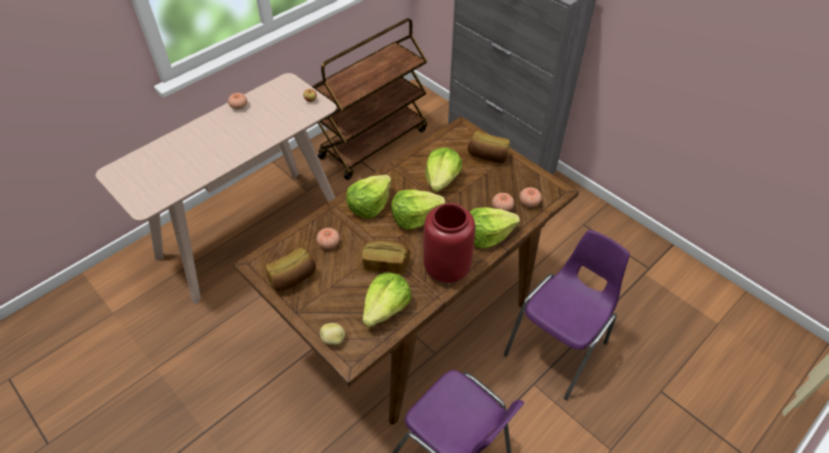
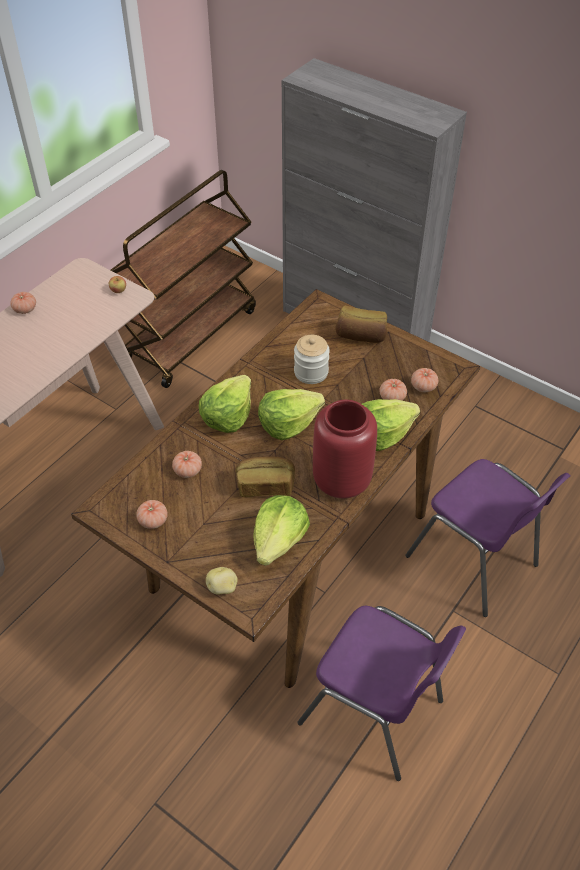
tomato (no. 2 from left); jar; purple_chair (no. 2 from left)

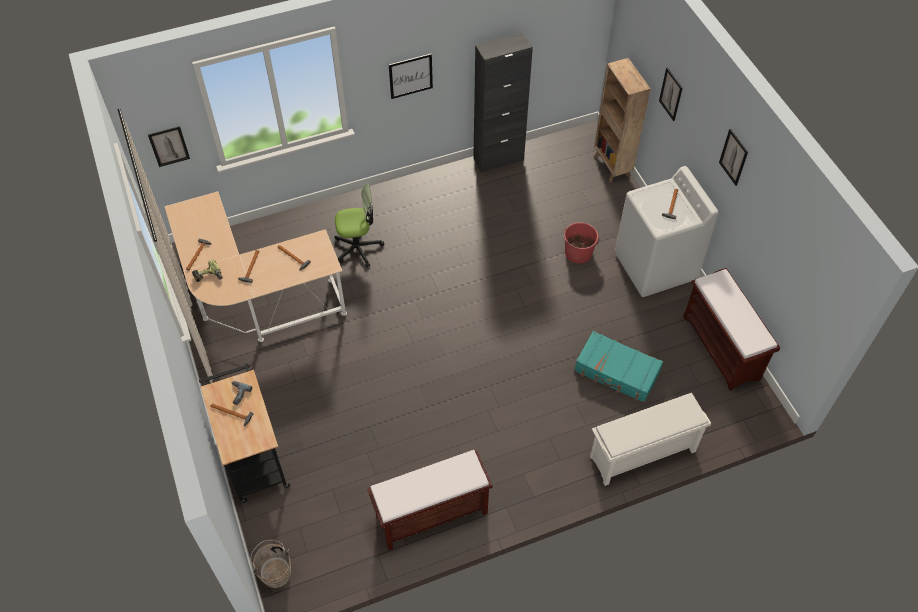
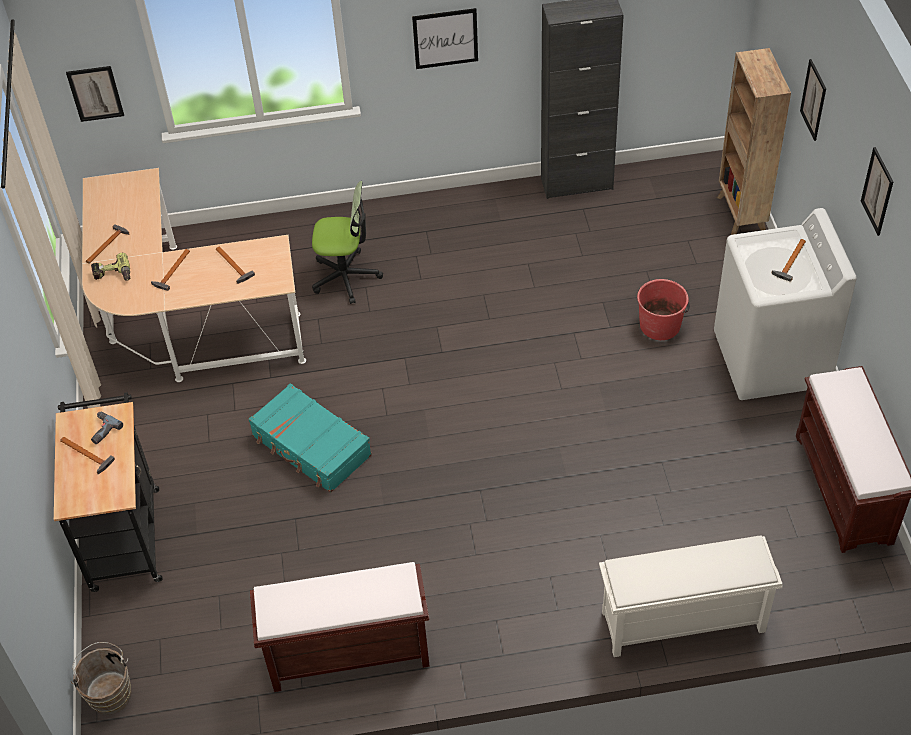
turquoise_suitcase

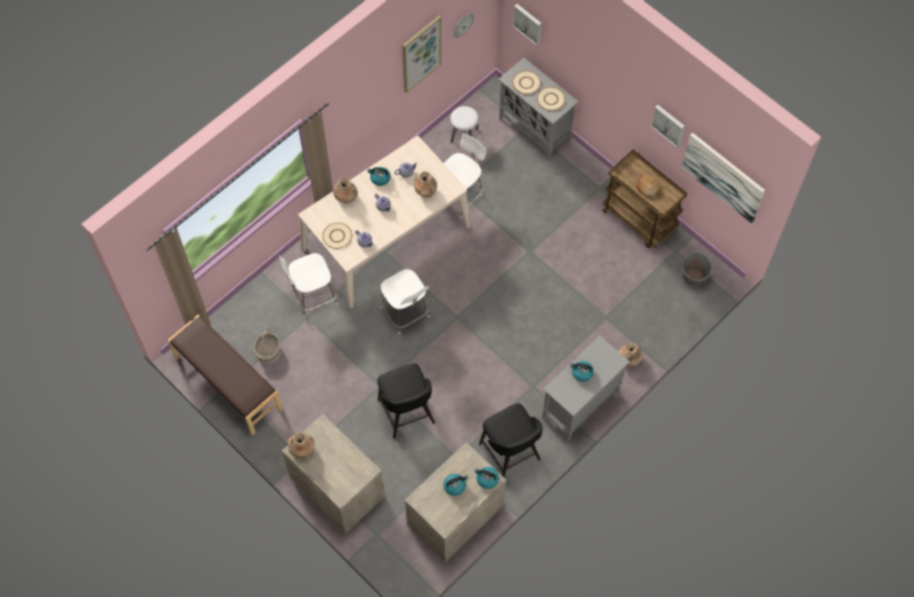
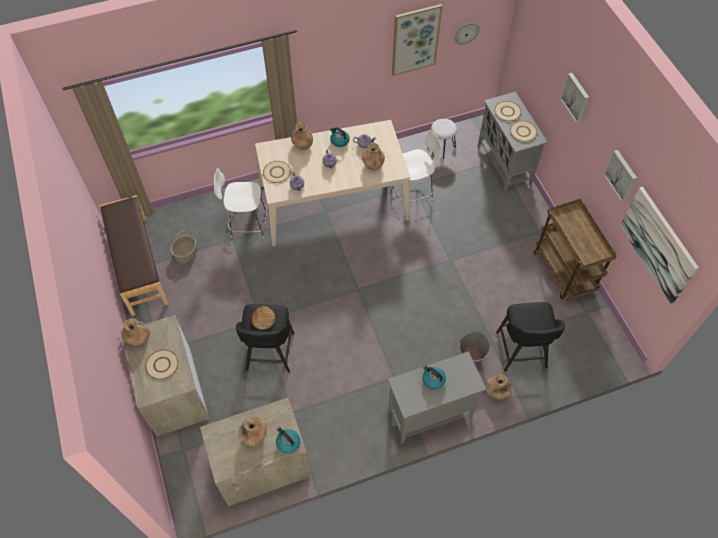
white_chair (no. 2 from left in the first image); beige_plate (no. 1 from left); black_stool (no. 2 from left); picture (no. 2 from left); bread; grey_bucket; brown_vase (no. 2 from left)

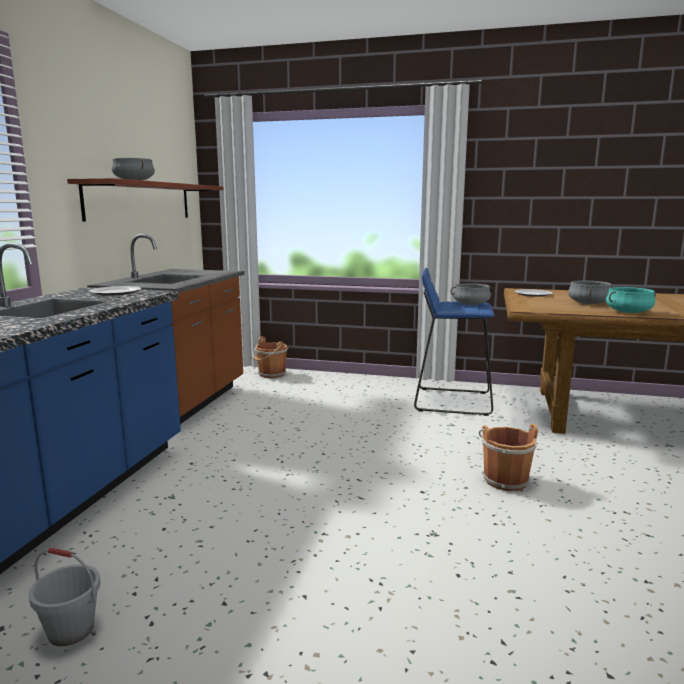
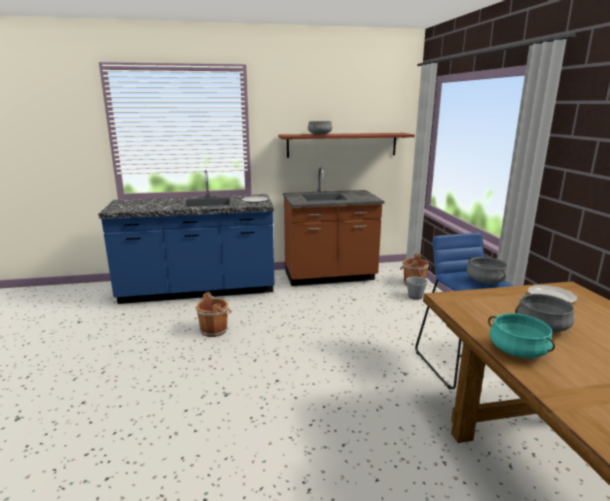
grey_bucket; brown_bucket (no. 1 from left)

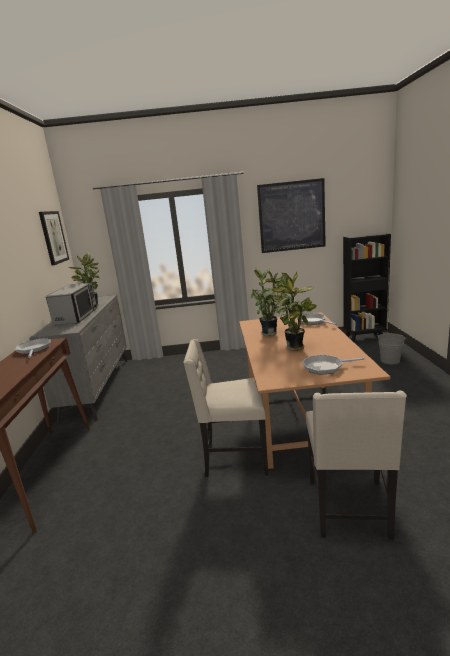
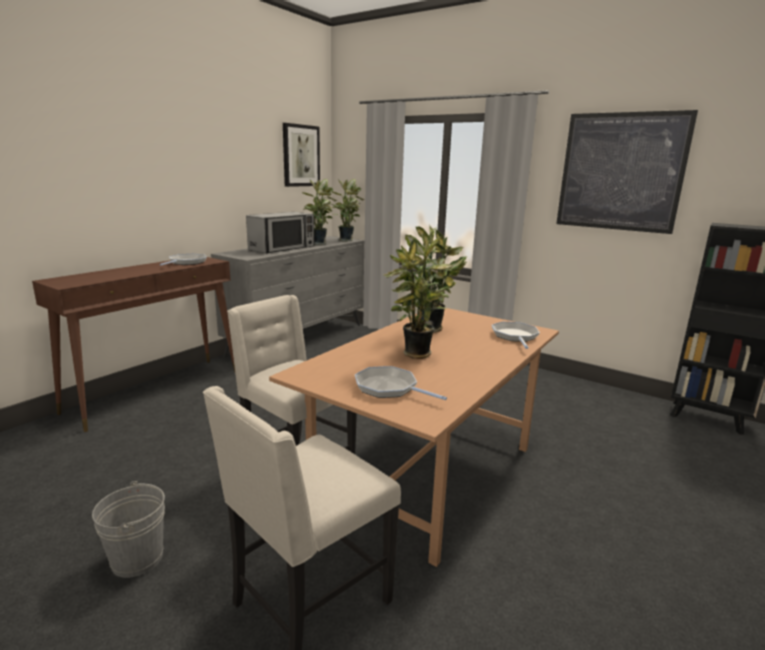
potted_plant (no. 2 from left); grey_bucket

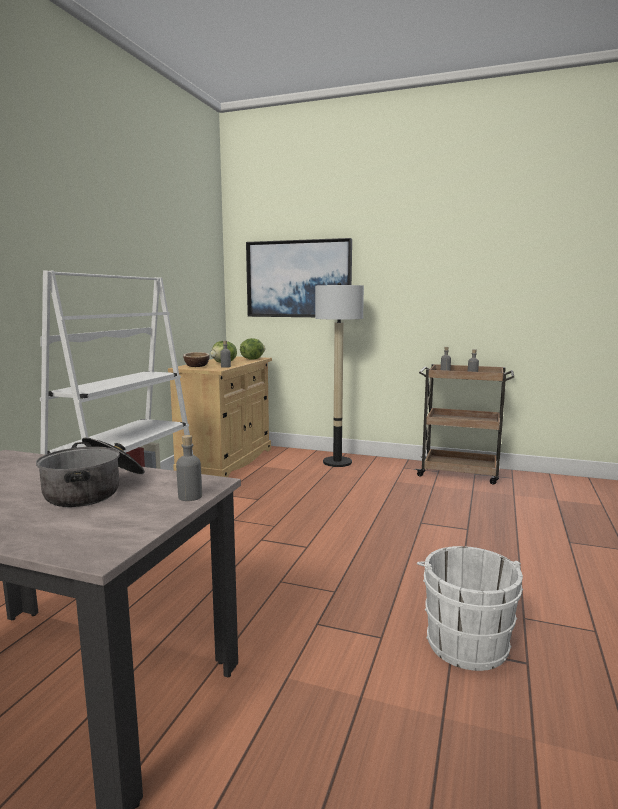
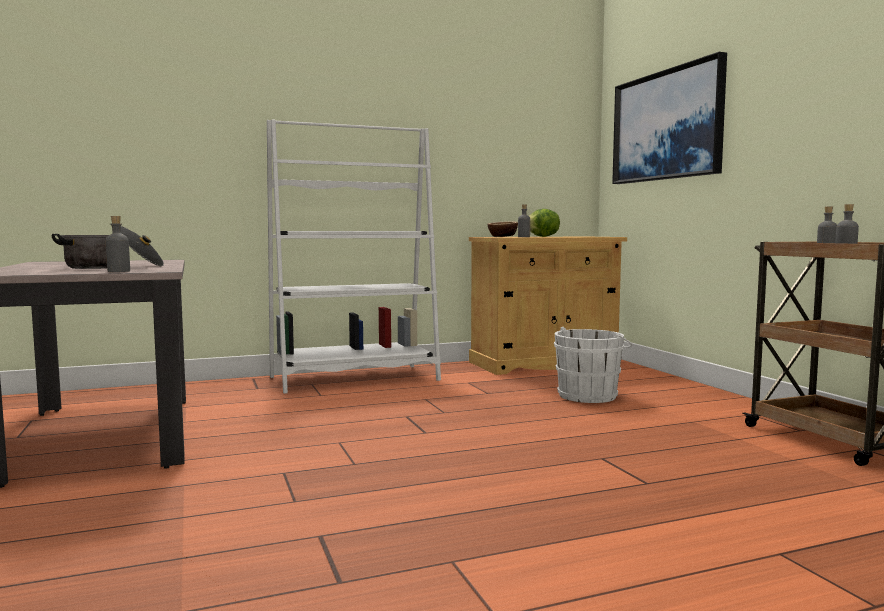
lettuce (no. 2 from left in the first image); floor_lamp; white_bucket

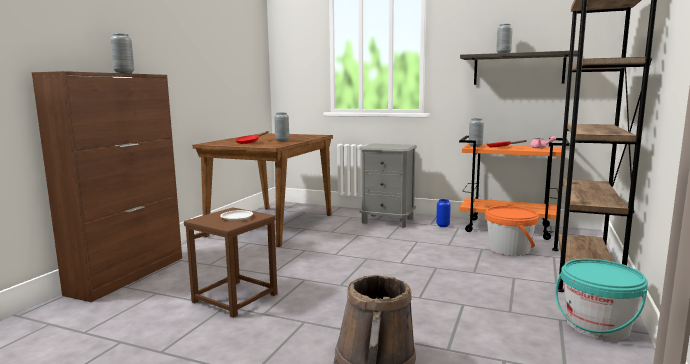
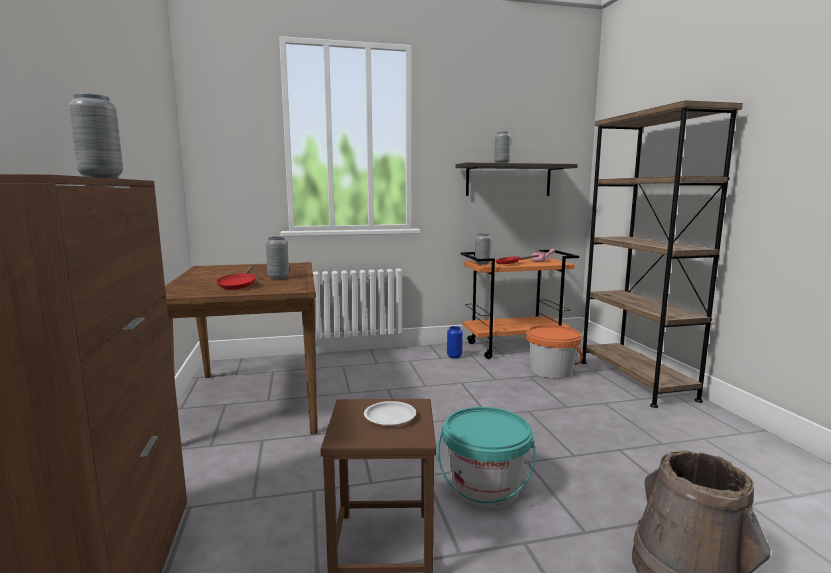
grey_nightstand; turquoise_bucket

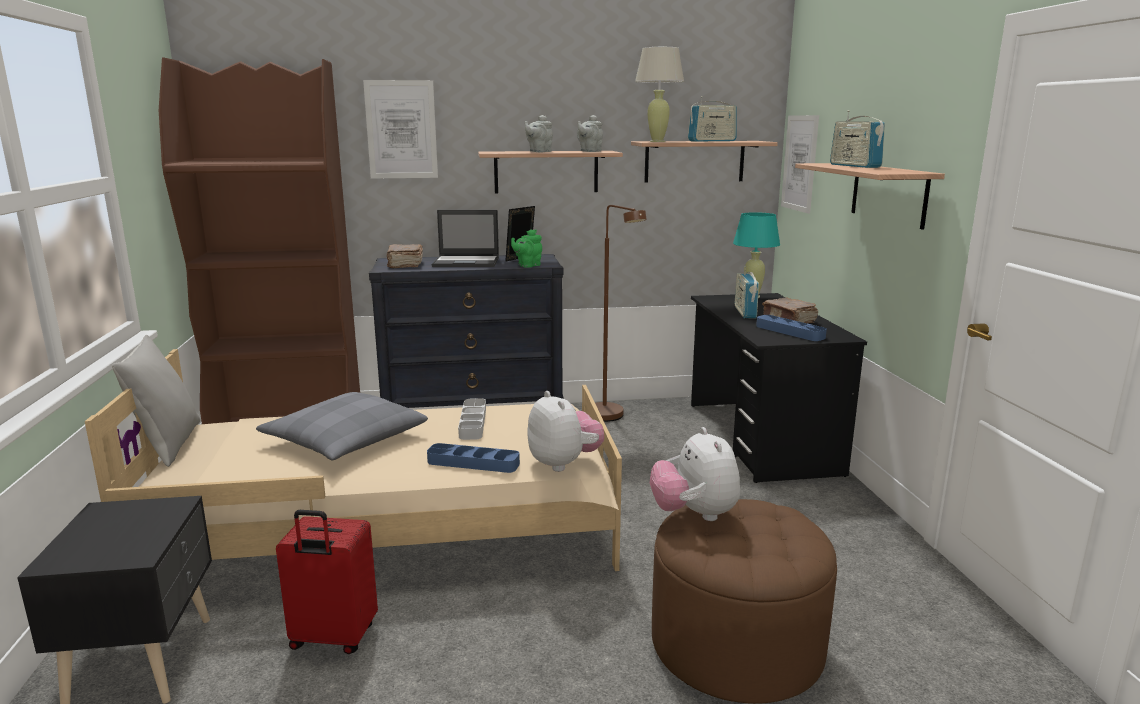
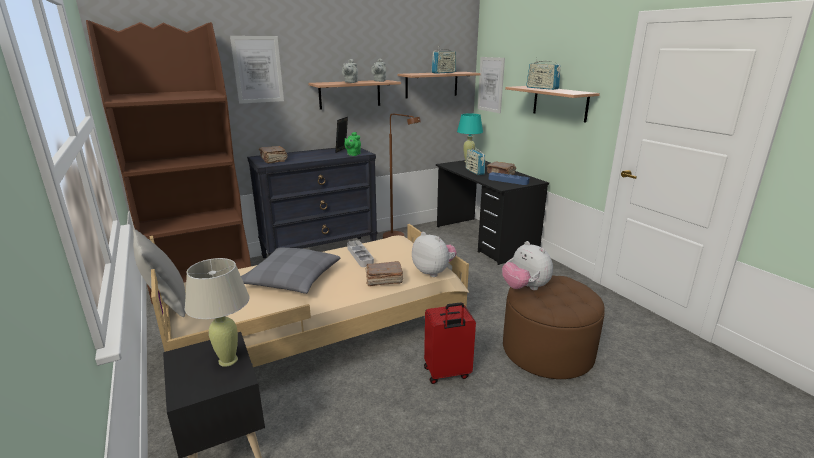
laptop; red_suitcase; beige_table_lamp; brown_book (no. 2 from left)

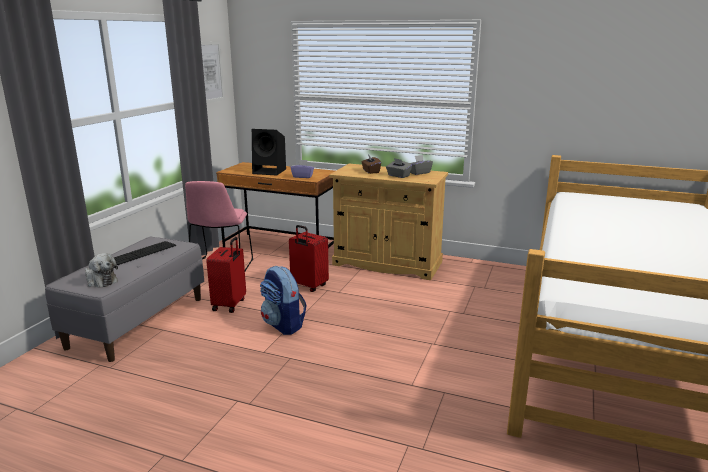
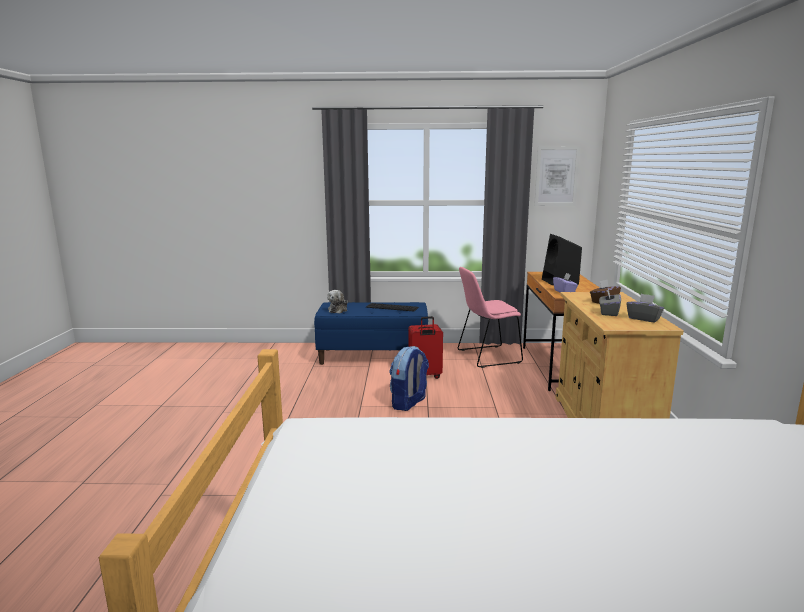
red_suitcase (no. 2 from left in the first image); blue_bench

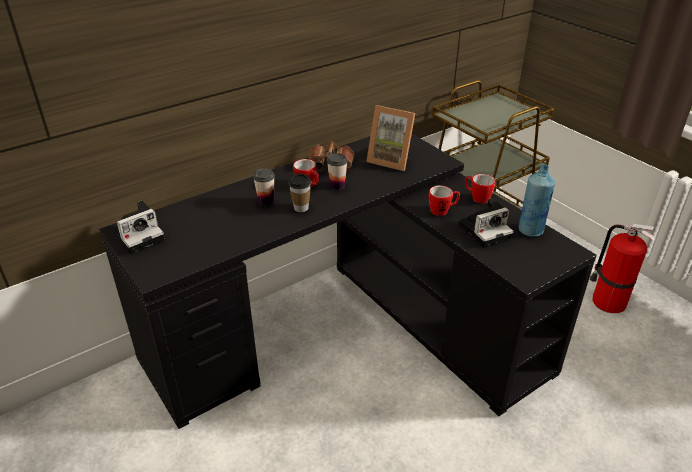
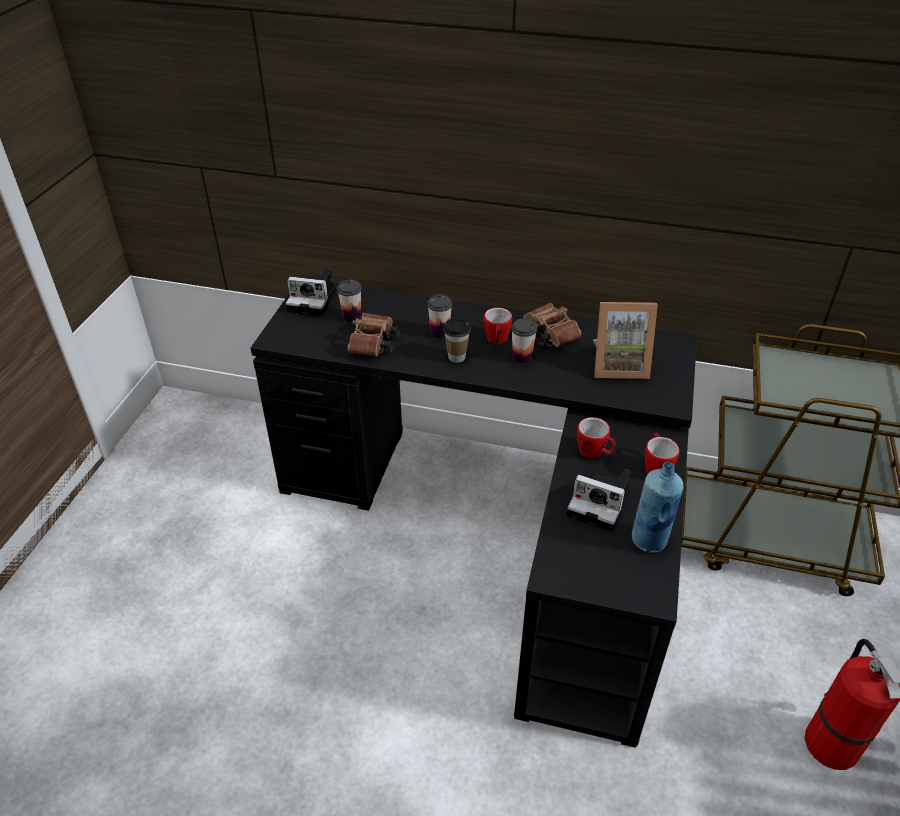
cup (no. 1 from left); brown_binoculars (no. 1 from left); picture_frame

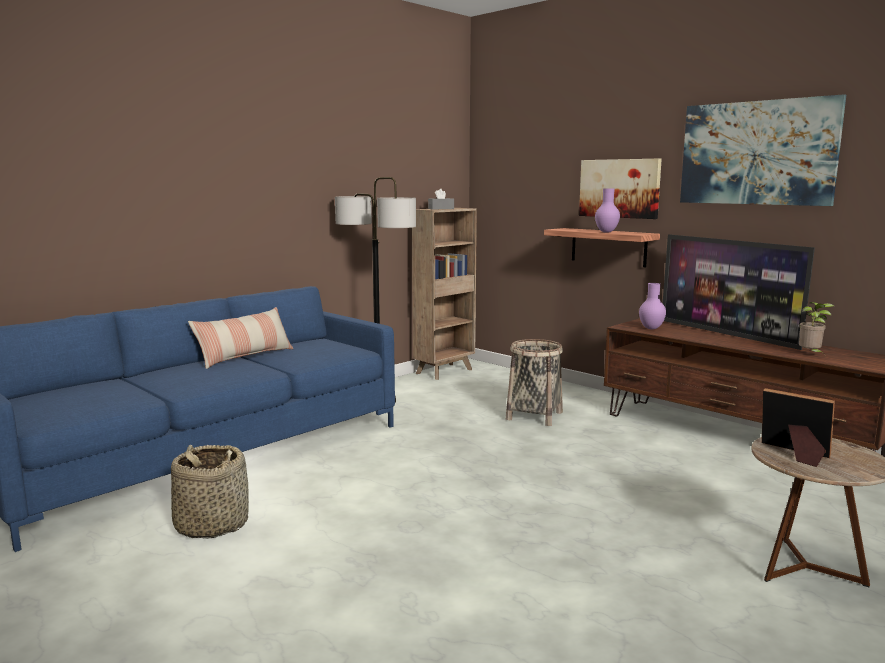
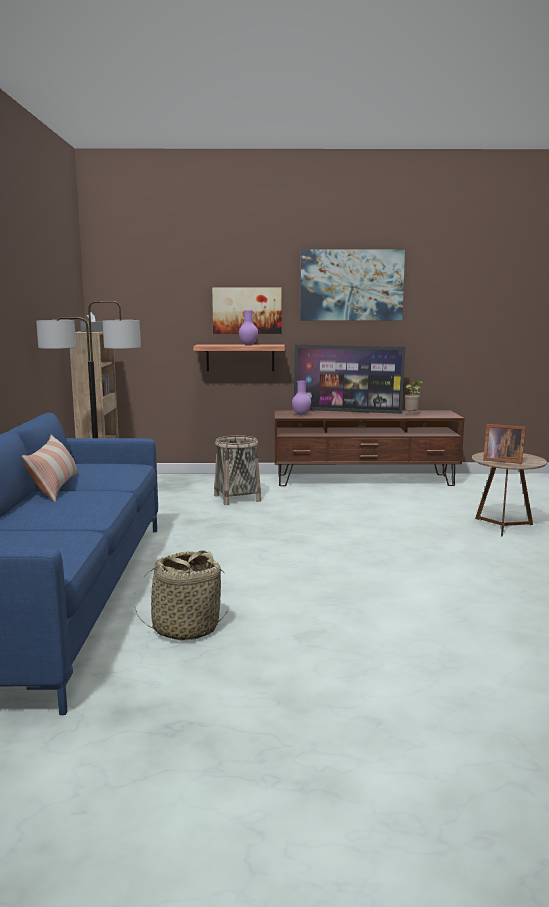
picture_frame

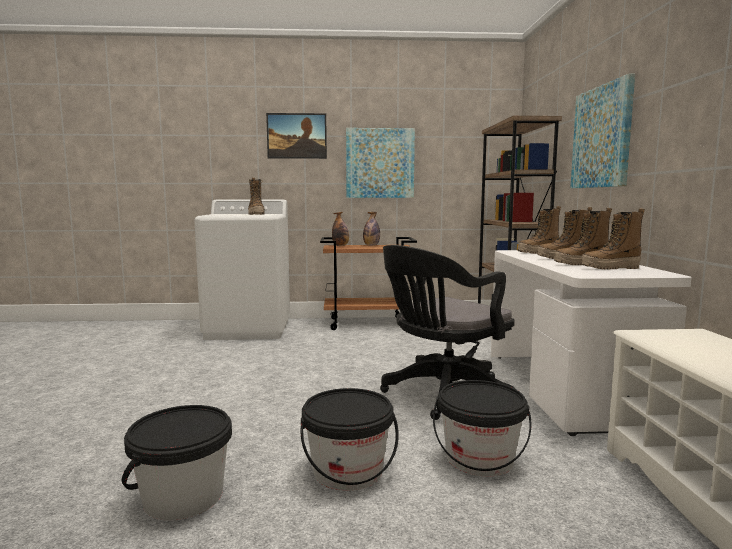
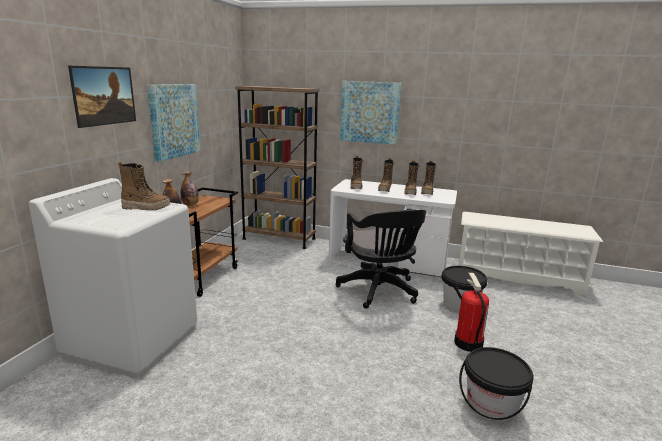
fire_extinguisher

